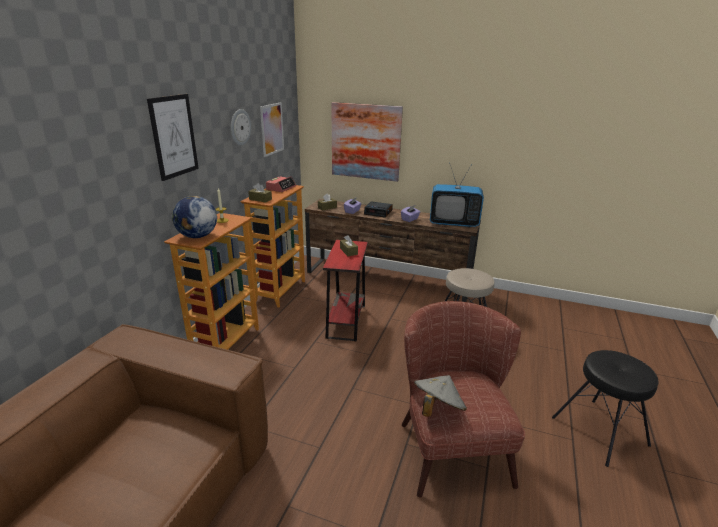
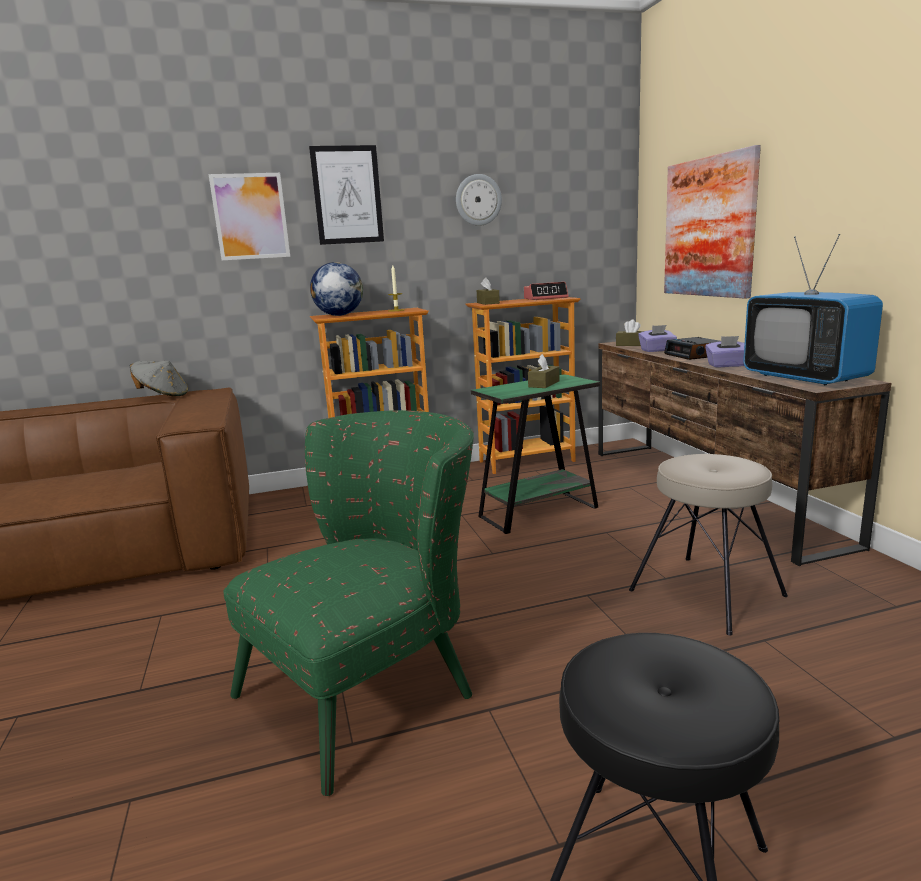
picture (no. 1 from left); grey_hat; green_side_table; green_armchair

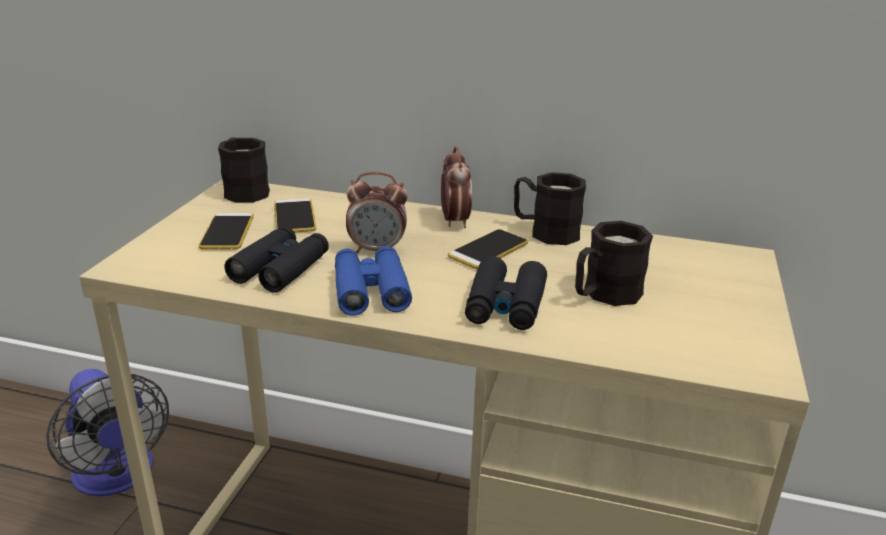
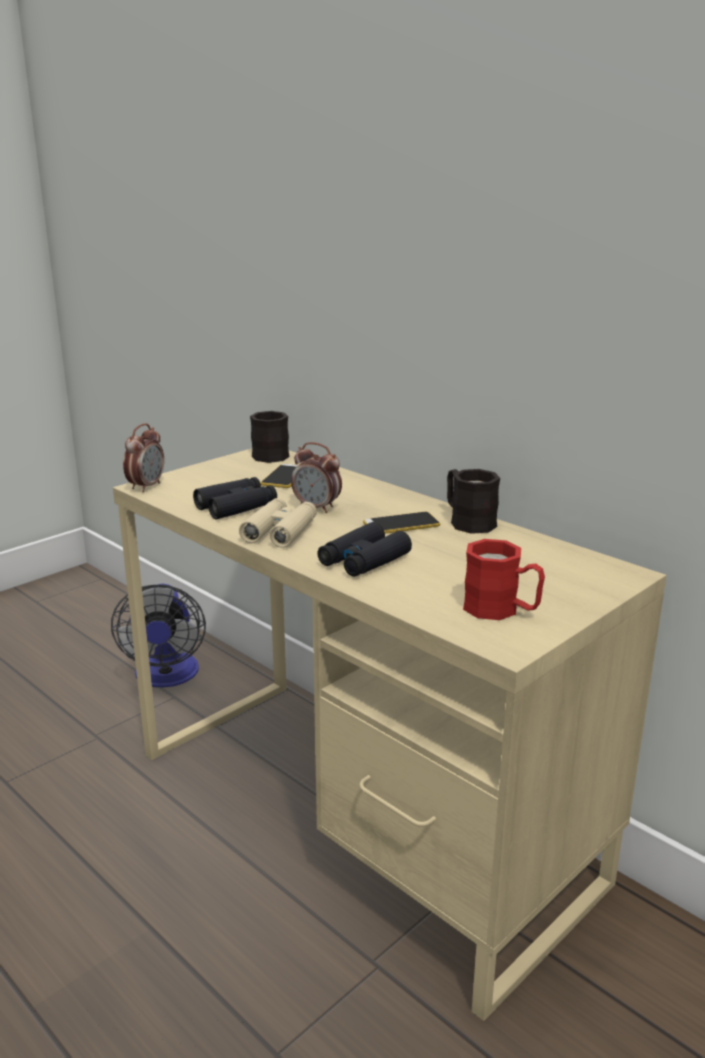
phone (no. 1 from left in the first image); black_mug (no. 3 from left in the first image); red_mug; alarm_clock (no. 1 from left); beige_binoculars

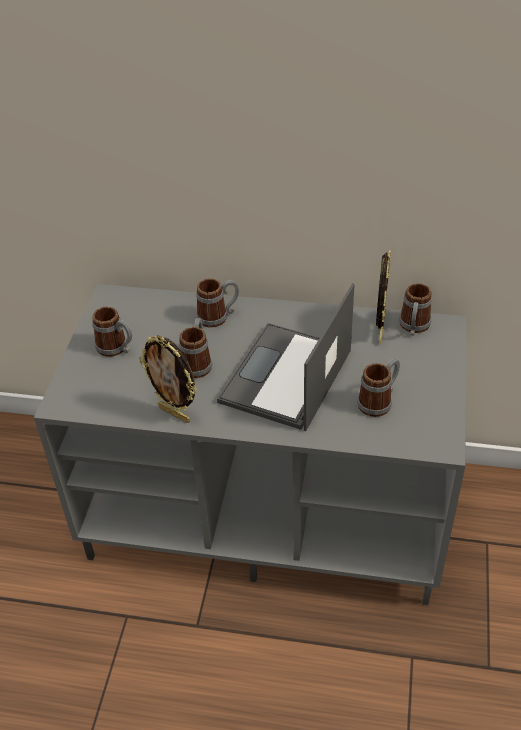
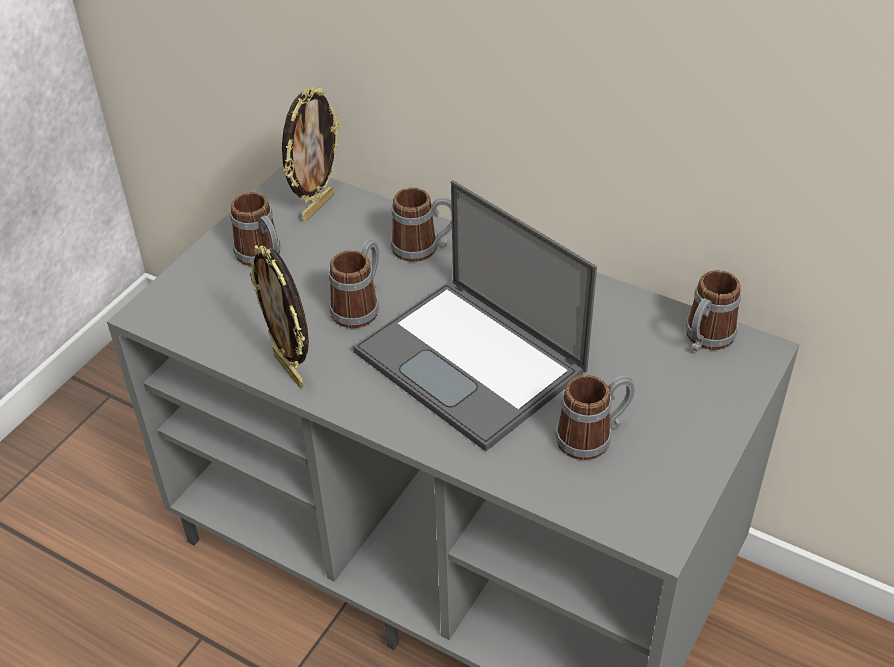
picture_frame (no. 2 from left); laptop

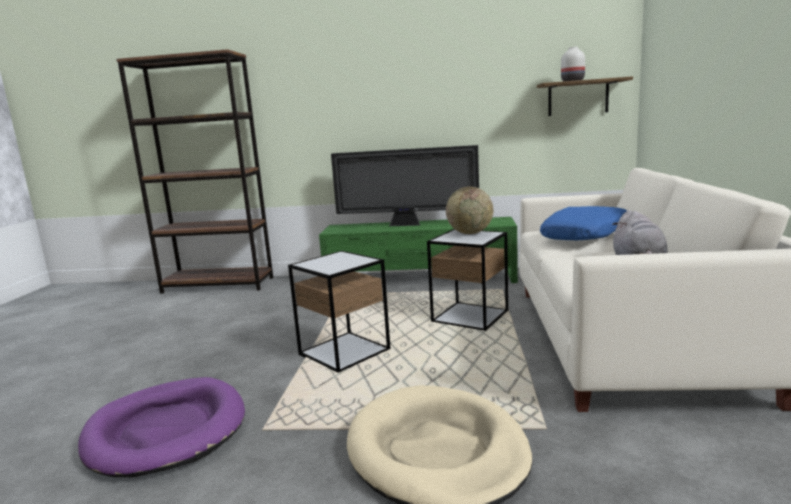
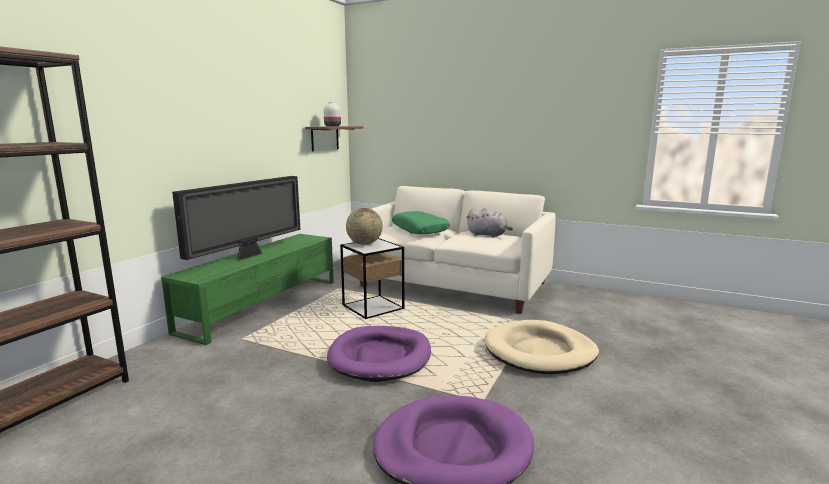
purple_dog_bed (no. 1 from left); green_pillow

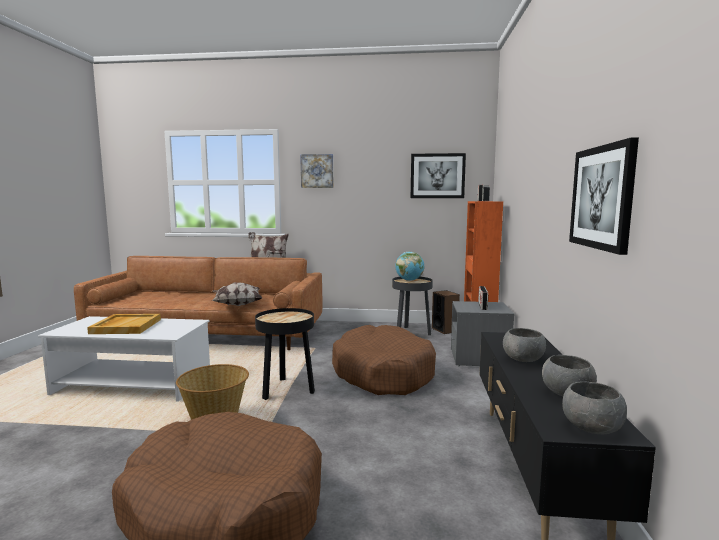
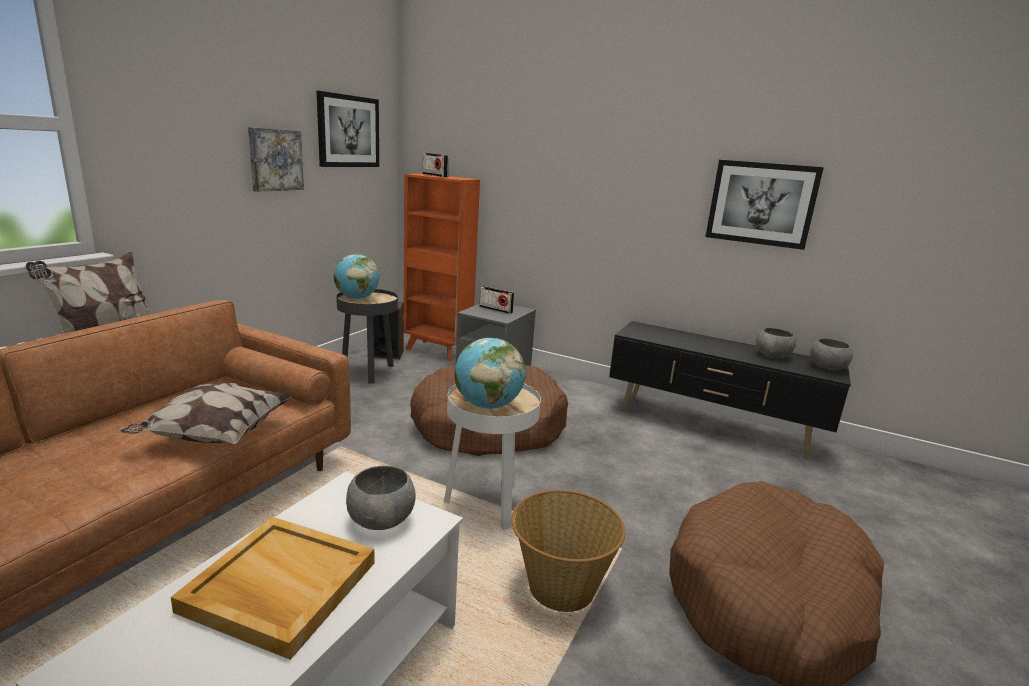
globe (no. 2 from left); picture (no. 1 from left); grey_bowl (no. 1 from left); white_side_table

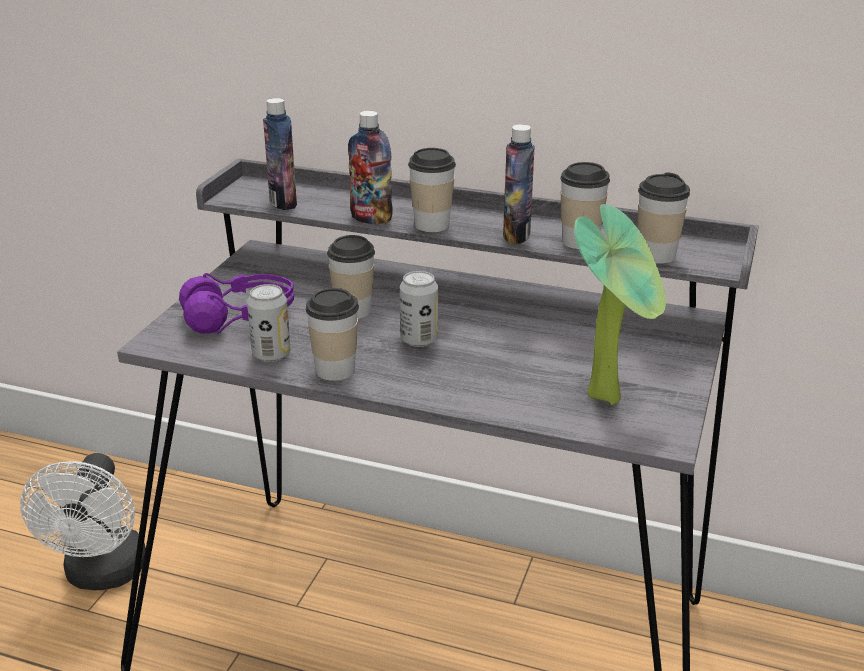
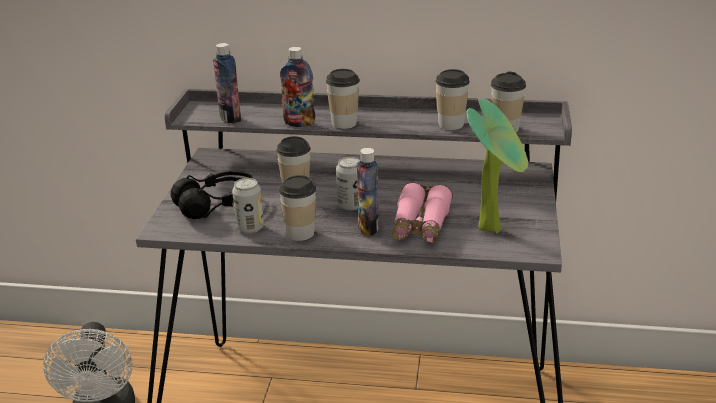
pink_binoculars; bottle (no. 3 from left); black_headphones

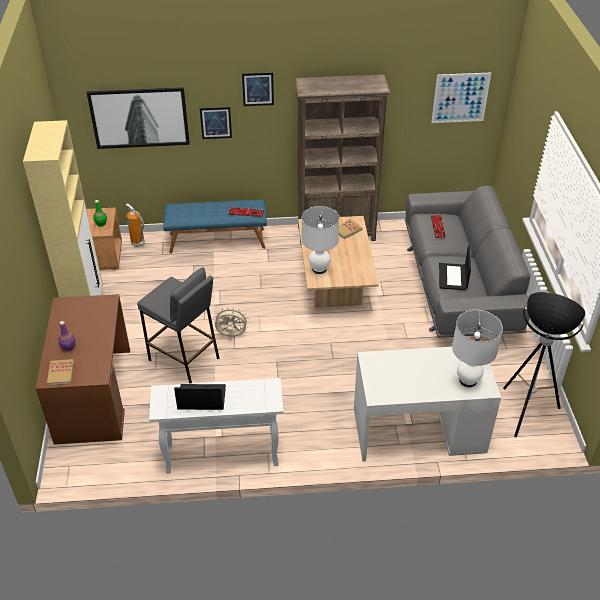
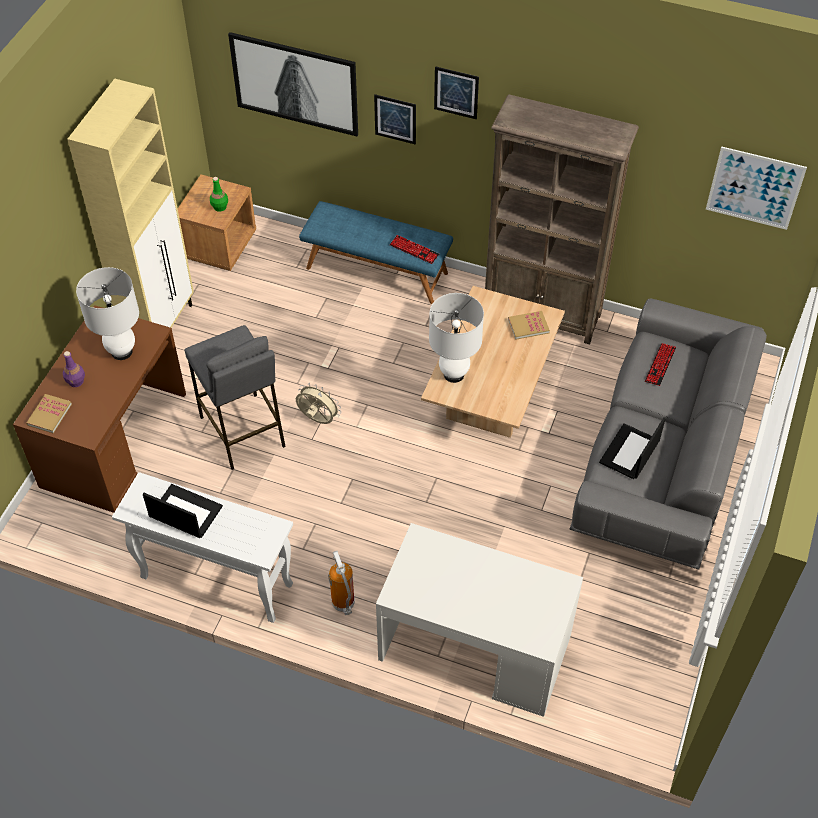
floor_lamp; fire_extinguisher; white_table_lamp (no. 1 from left)

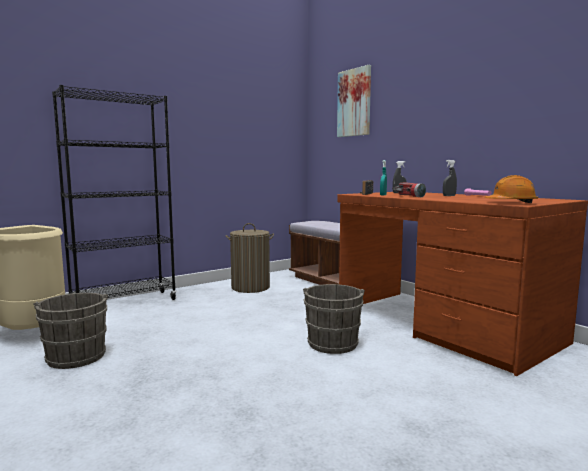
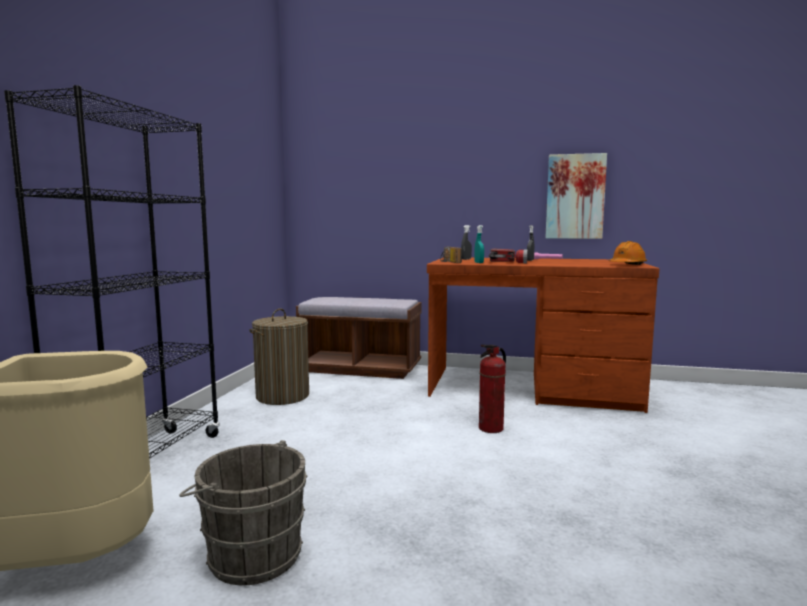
picture; fire_extinguisher

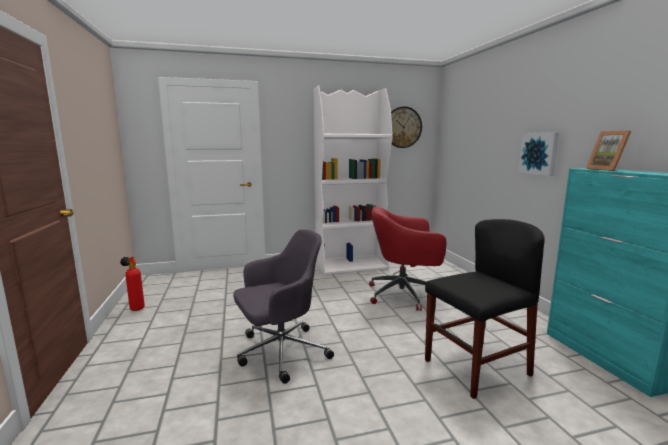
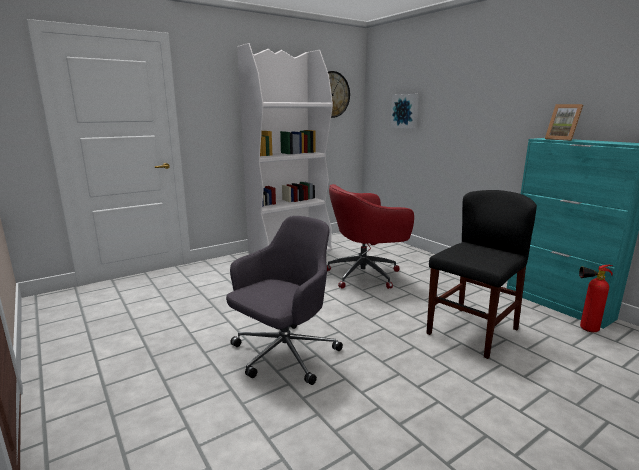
fire_extinguisher; picture

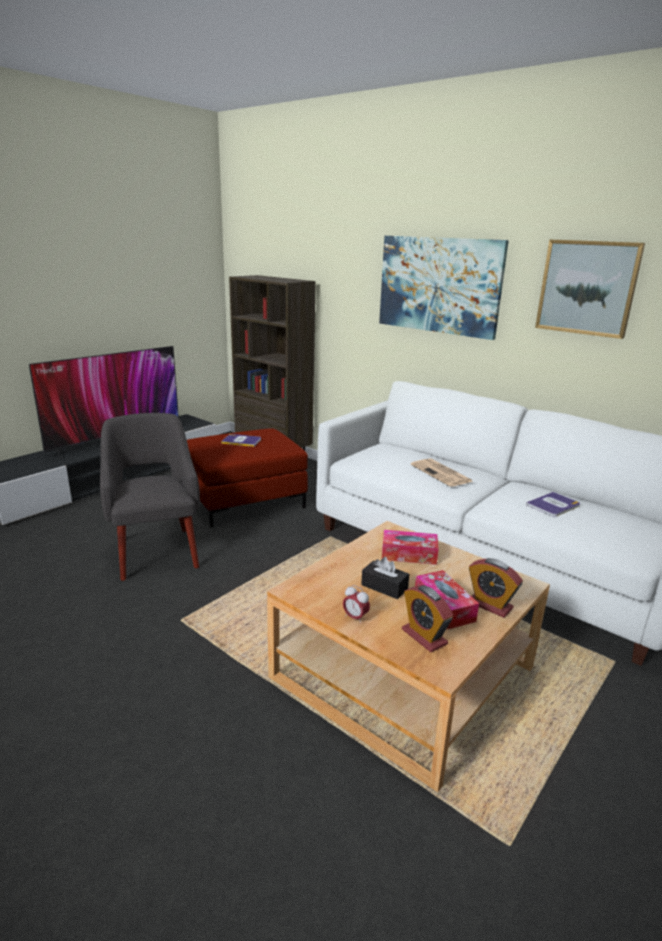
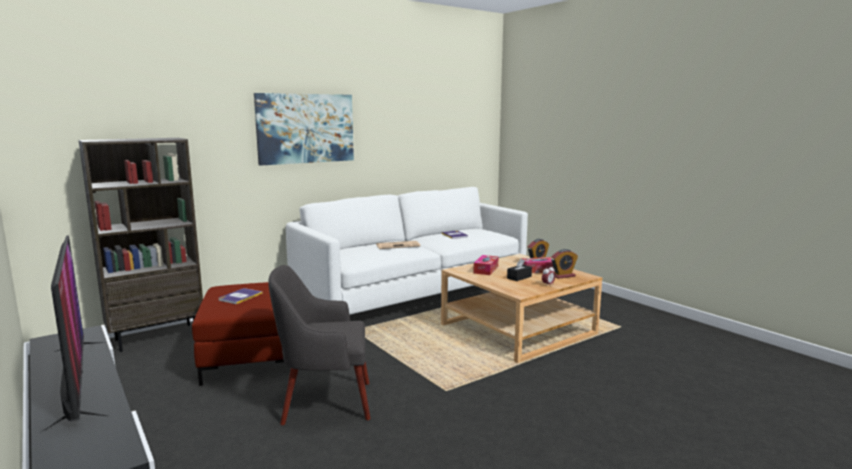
picture (no. 2 from left in the first image)

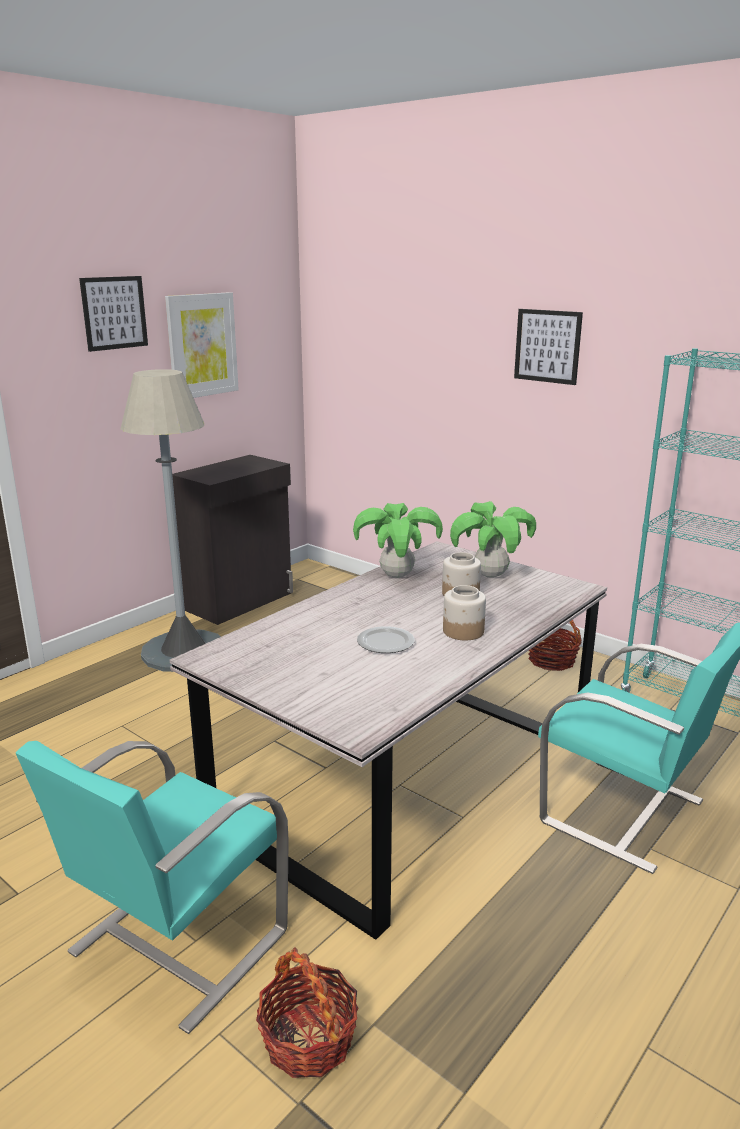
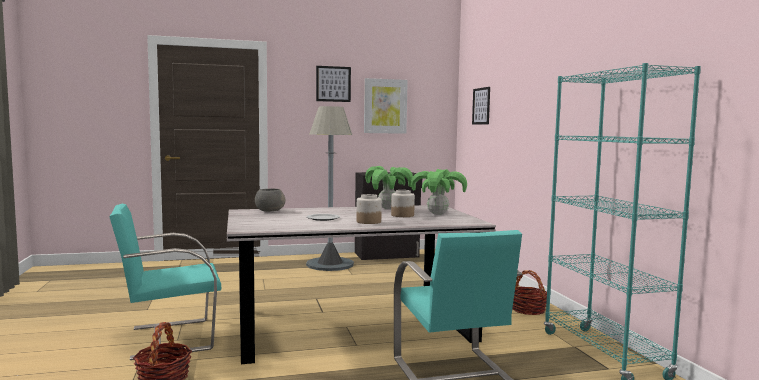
grey_bowl; picture (no. 3 from left)

